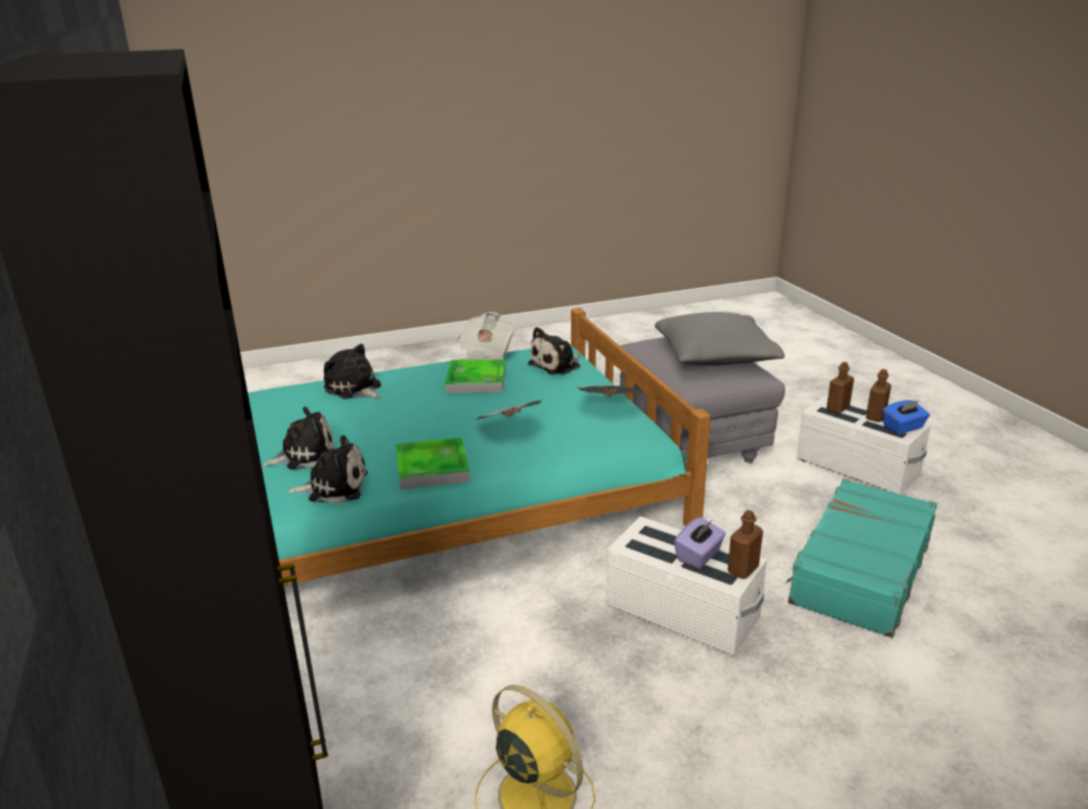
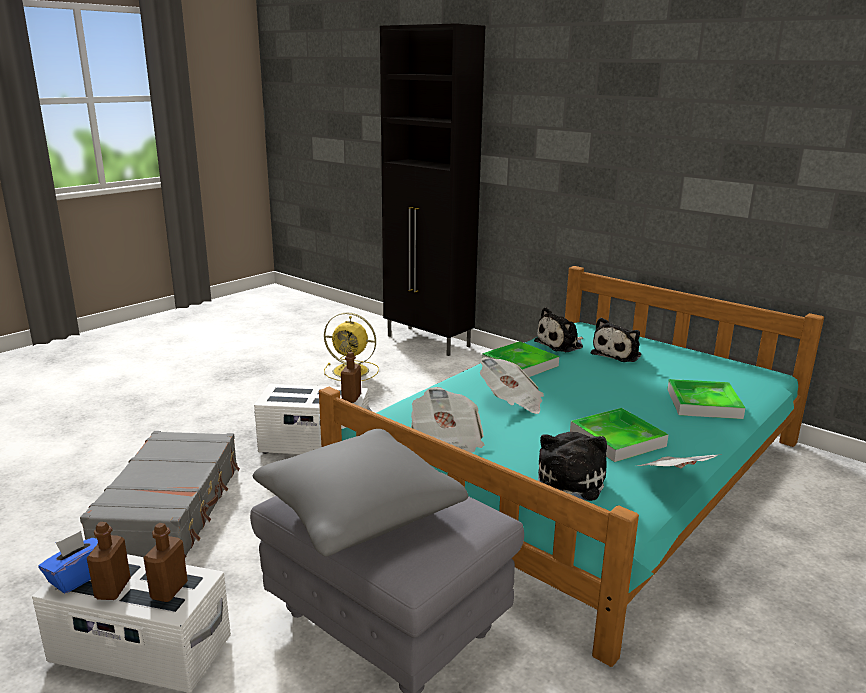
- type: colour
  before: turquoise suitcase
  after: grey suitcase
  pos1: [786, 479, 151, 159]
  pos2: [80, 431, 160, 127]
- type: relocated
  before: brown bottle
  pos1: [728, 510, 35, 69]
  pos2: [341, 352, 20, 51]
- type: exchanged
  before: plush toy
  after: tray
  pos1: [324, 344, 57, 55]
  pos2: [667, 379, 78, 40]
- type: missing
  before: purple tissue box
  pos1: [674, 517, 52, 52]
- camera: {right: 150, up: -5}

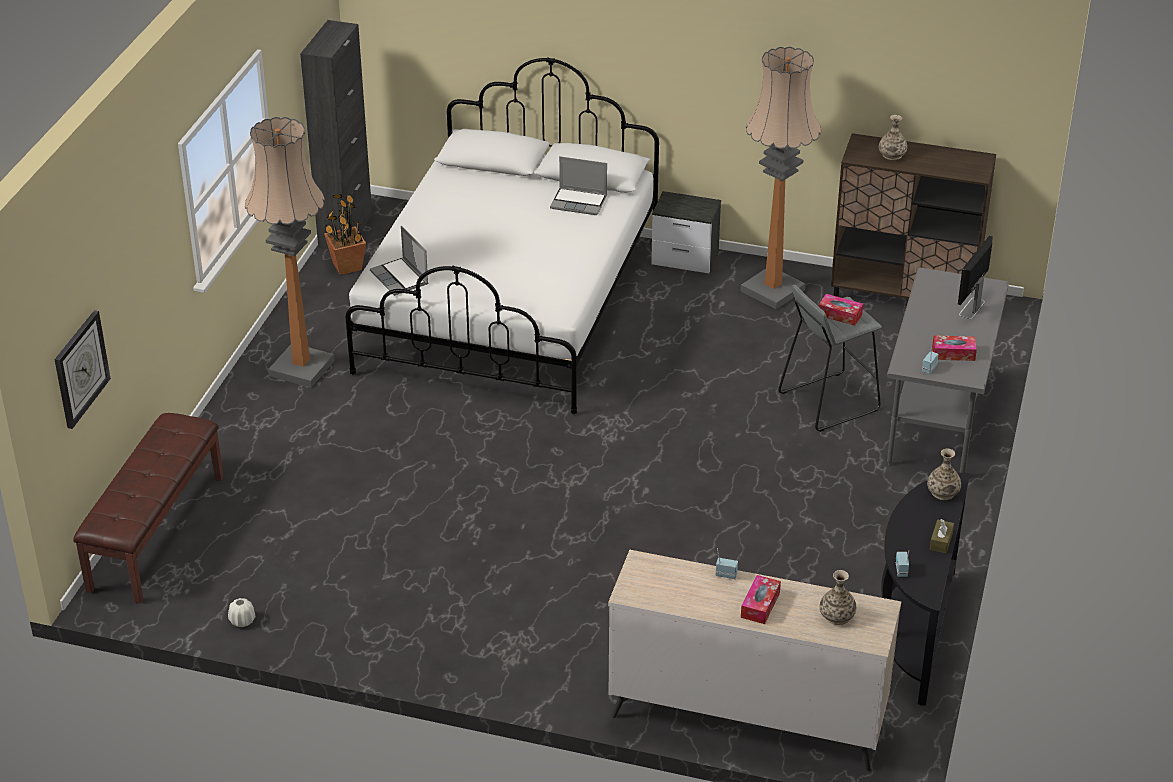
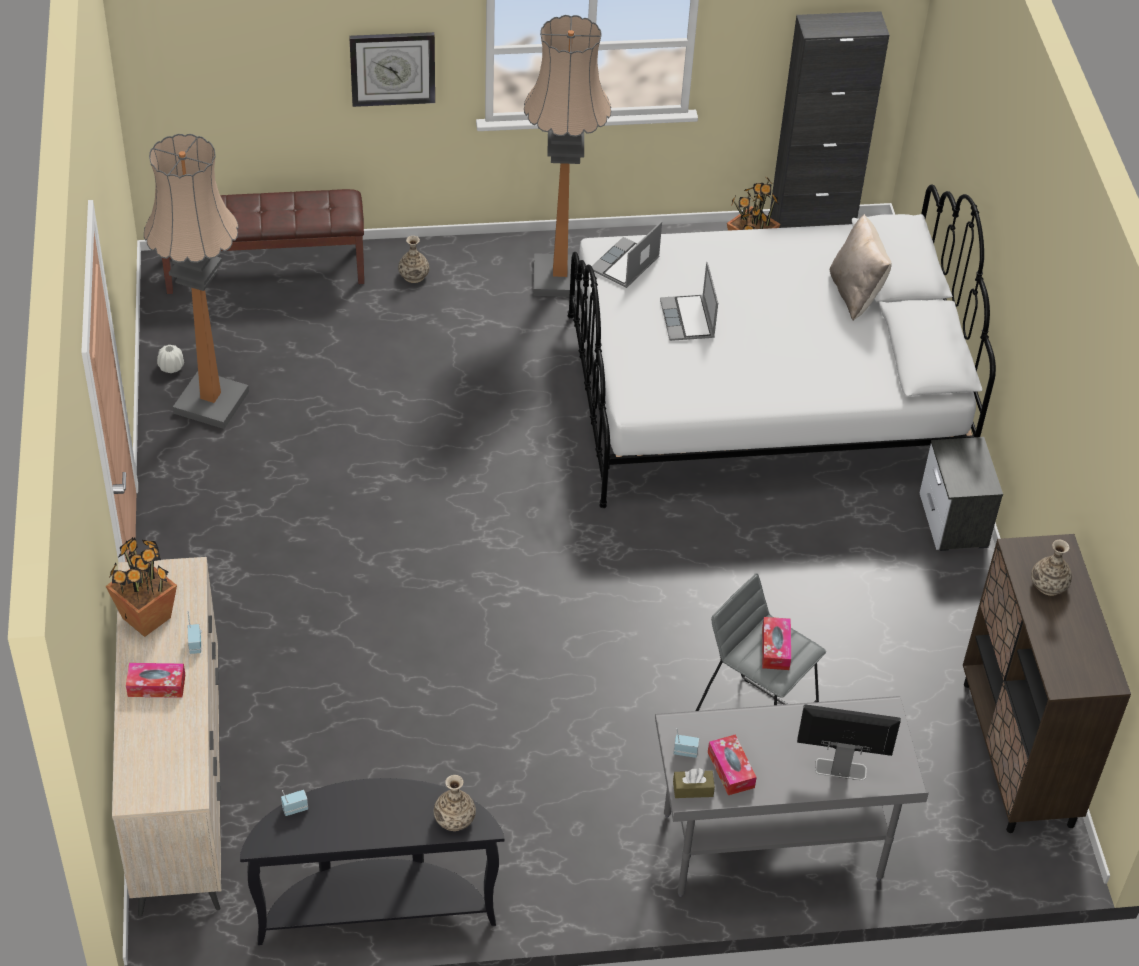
- type: appeared
  after: potted plant
  pos2: [106, 537, 71, 100]
- type: relocated
  before: floor lamp
  pos1: [741, 47, 80, 262]
  pos2: [144, 134, 105, 295]
- type: relocated
  before: wall clock
  pos1: [54, 310, 57, 119]
  pos2: [349, 32, 86, 75]
- type: relocated
  before: vase
  pos1: [820, 570, 36, 55]
  pos2: [398, 236, 31, 47]
- type: relocated
  before: laptop
  pos1: [550, 156, 57, 59]
  pos2: [660, 262, 58, 79]
- type: relocated
  before: brown tissue box
  pos1: [930, 519, 24, 34]
  pos2: [673, 768, 42, 30]
- type: appeared
  after: beige pillow
  pos2: [830, 214, 62, 106]
- camera: {right: 65, up: 10}

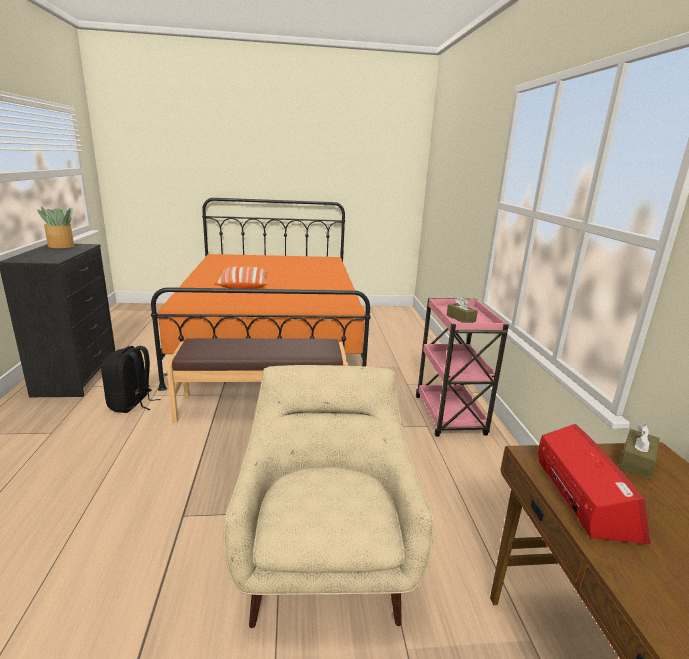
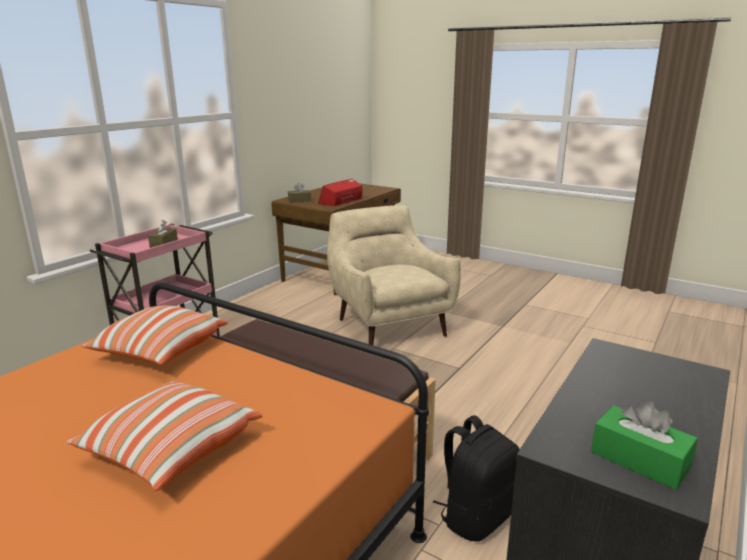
- type: appeared
  after: pillow
  pos2: [81, 306, 147, 59]
- type: spun
  before: beige armchair
  pos1: [223, 365, 211, 263]
  pos2: [327, 205, 134, 140]
  turn: 120
- type: exchanged
  before: potted plant
  after: green tissue box
  pos1: [38, 207, 36, 41]
  pos2: [591, 400, 107, 90]
- camera: {right: -140, up: 0}

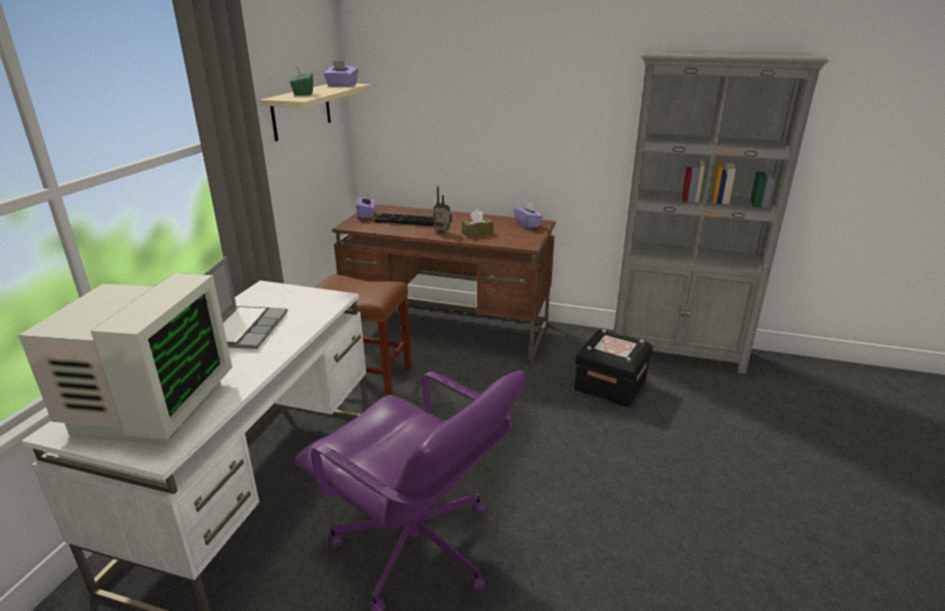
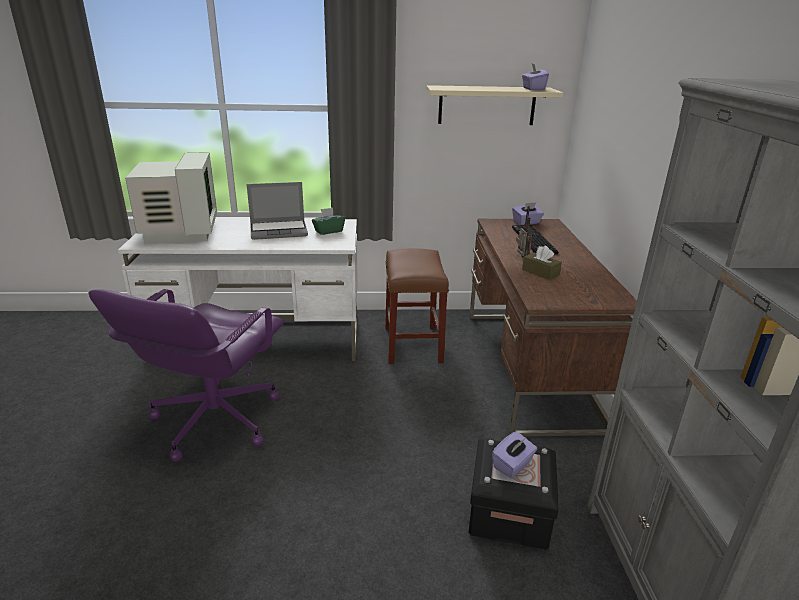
- type: spun
  before: monitor
  pos1: [18, 273, 214, 172]
  pos2: [125, 152, 92, 92]
  turn: -90
- type: relocated
  before: green tissue box
  pos1: [290, 66, 23, 30]
  pos2: [312, 208, 33, 27]
- type: relocated
  before: purple tissue box
  pos1: [514, 201, 29, 28]
  pos2: [492, 432, 45, 46]
- camera: {right: 70, up: 0}

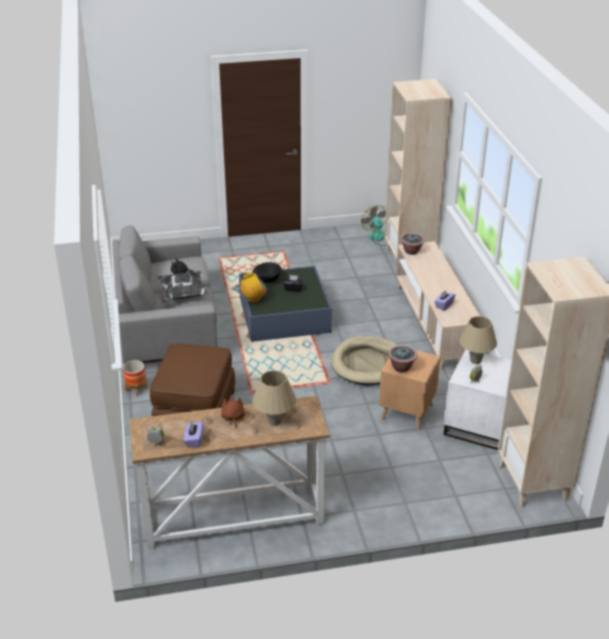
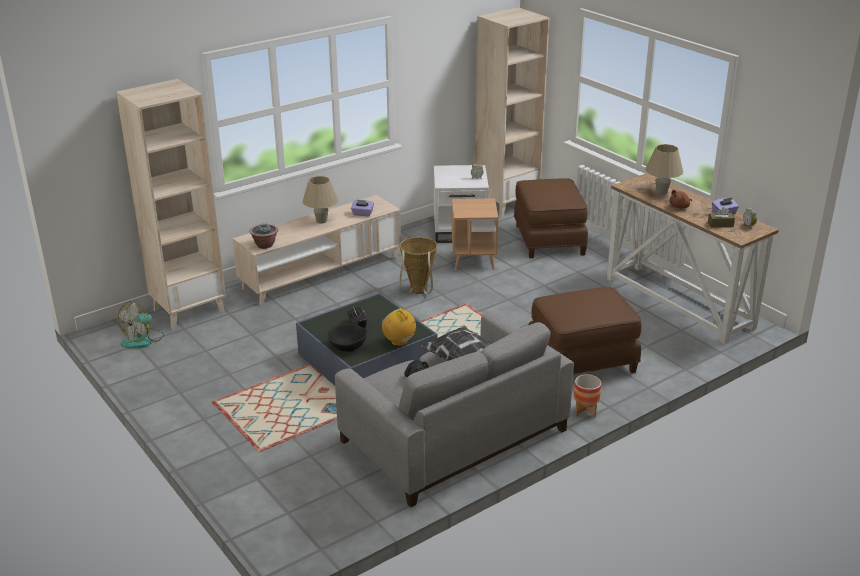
- type: relocated
  before: beige table lamp
  pos1: [459, 316, 38, 48]
  pos2: [303, 176, 35, 47]
- type: exchanged
  before: beige dog bed
  after: basket
  pos1: [331, 336, 66, 49]
  pos2: [400, 237, 37, 57]
- type: appeared
  after: brown ottoman
  pos2: [514, 178, 74, 80]
- type: appeared
  after: brown tissue box
  pos2: [708, 207, 27, 21]
- type: missing
  before: potted plant
  pos1: [388, 346, 29, 26]
- camera: {right: -115, up: -5}

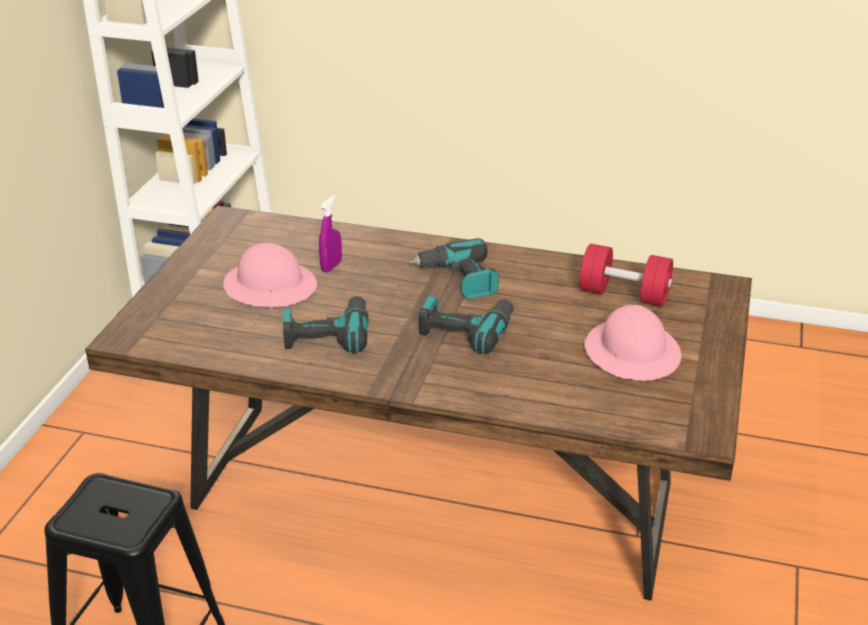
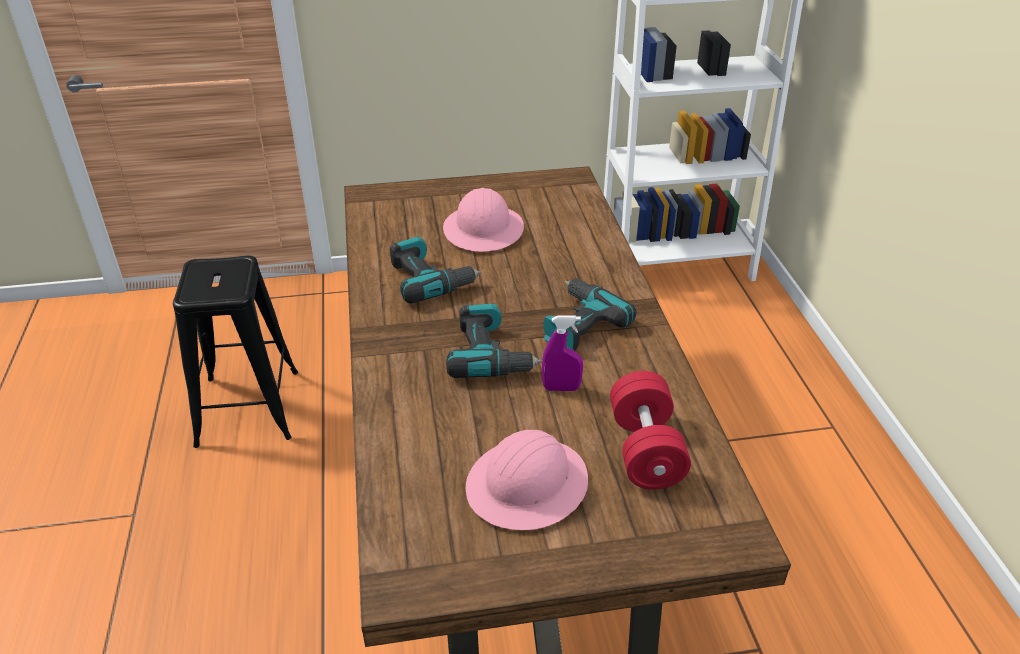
- type: relocated
  before: purple spray bottle
  pos1: [319, 195, 23, 78]
  pos2: [542, 315, 41, 76]
- camera: {right: 65, up: 5}

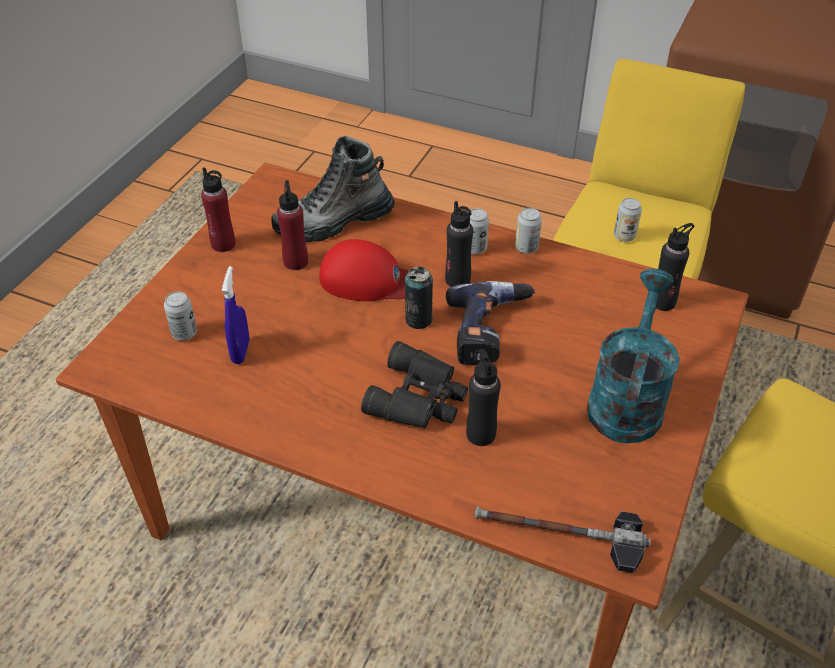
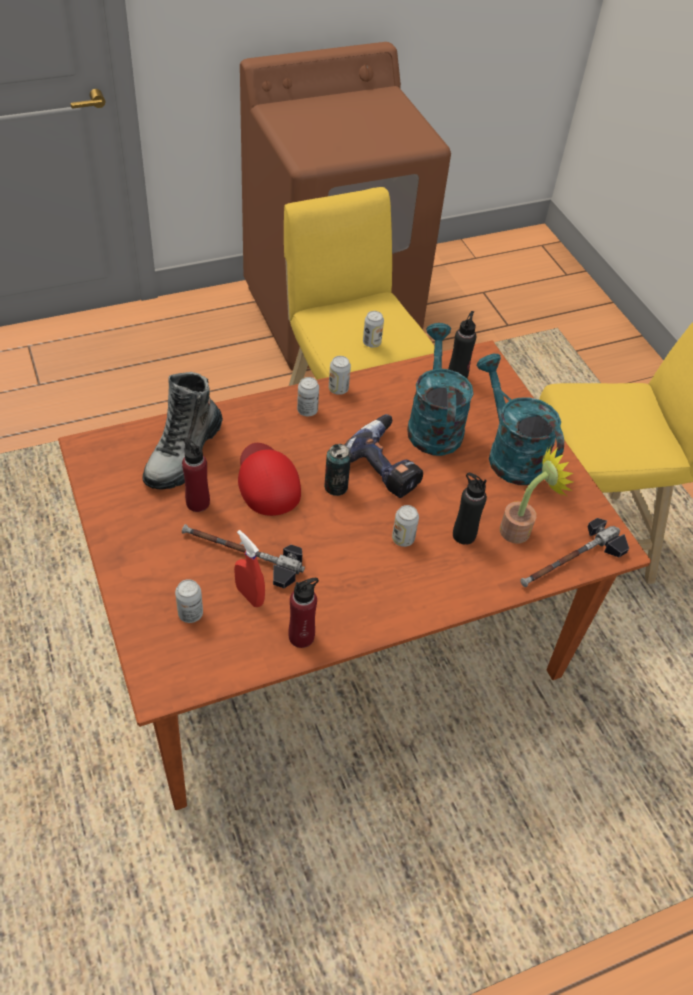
- type: appeared
  after: hammer
  pos2: [182, 524, 123, 64]
- type: colour
  before: blue spray bottle
  after: red spray bottle
  pos1: [222, 266, 28, 98]
  pos2: [234, 530, 31, 77]
- type: spun
  before: red cap
  pos1: [319, 239, 90, 62]
  pos2: [238, 443, 63, 73]
  turn: -75
- type: relocated
  before: red bottle
  pos1: [201, 167, 35, 85]
  pos2: [288, 578, 31, 70]
- type: exchanged
  before: black binoculars
  after: can
  pos1: [361, 341, 107, 87]
  pos2: [392, 505, 27, 42]
- type: appeared
  after: turquoise watering can
  pos2: [407, 323, 67, 133]
- type: appeared
  after: potted plant
  pos2: [500, 444, 73, 100]
- type: missing
  before: black bottle
  pos1: [445, 201, 28, 86]
- camera: {right: -50, up: 5}

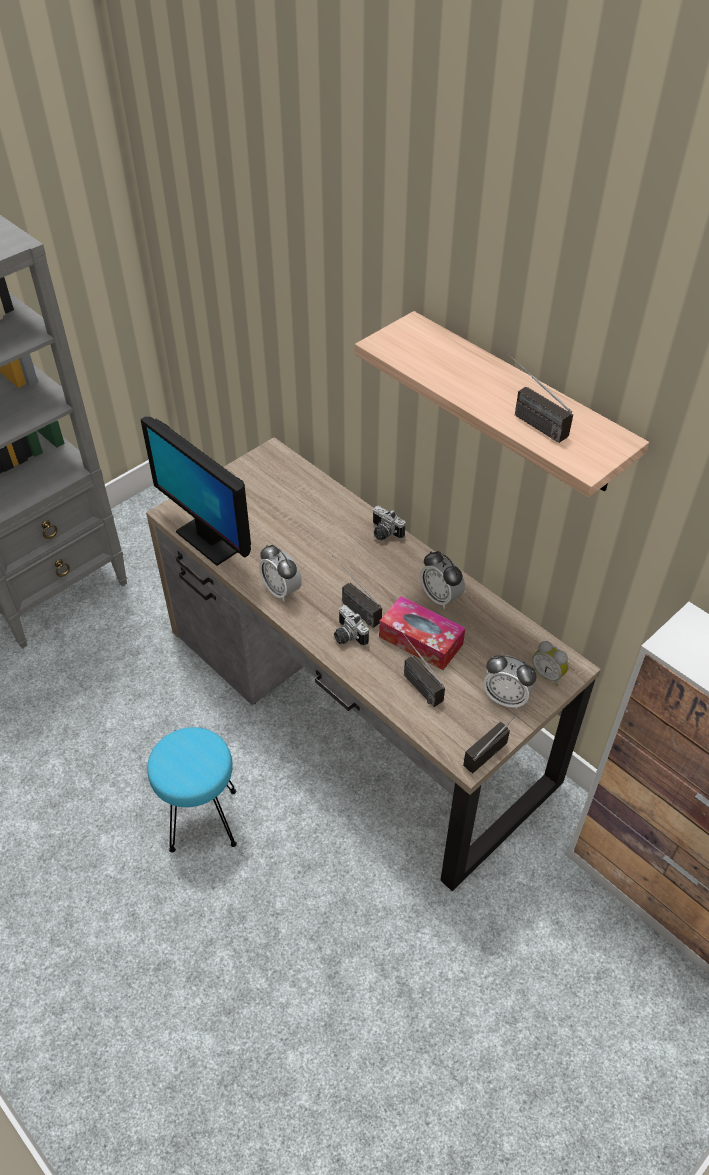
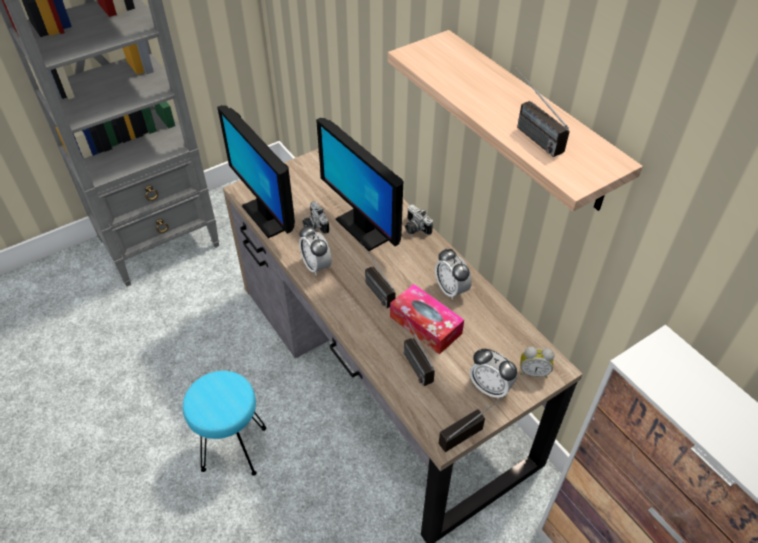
- type: relocated
  before: photo camera
  pos1: [334, 605, 35, 41]
  pos2: [302, 201, 27, 33]
- type: appeared
  after: monitor
  pos2: [316, 118, 87, 133]
- type: spun
  before: alarm clock
  pos1: [532, 641, 37, 45]
  pos2: [520, 346, 34, 32]
  turn: -45
- camera: {right: 10, up: 0}

